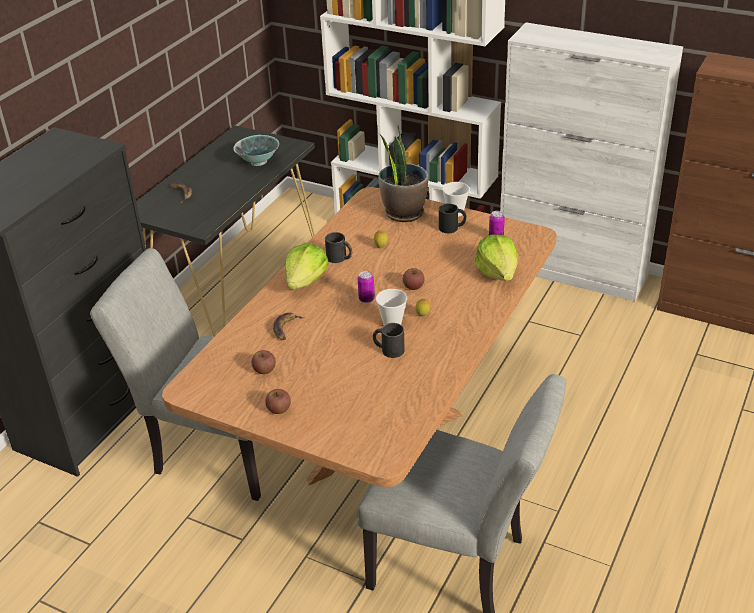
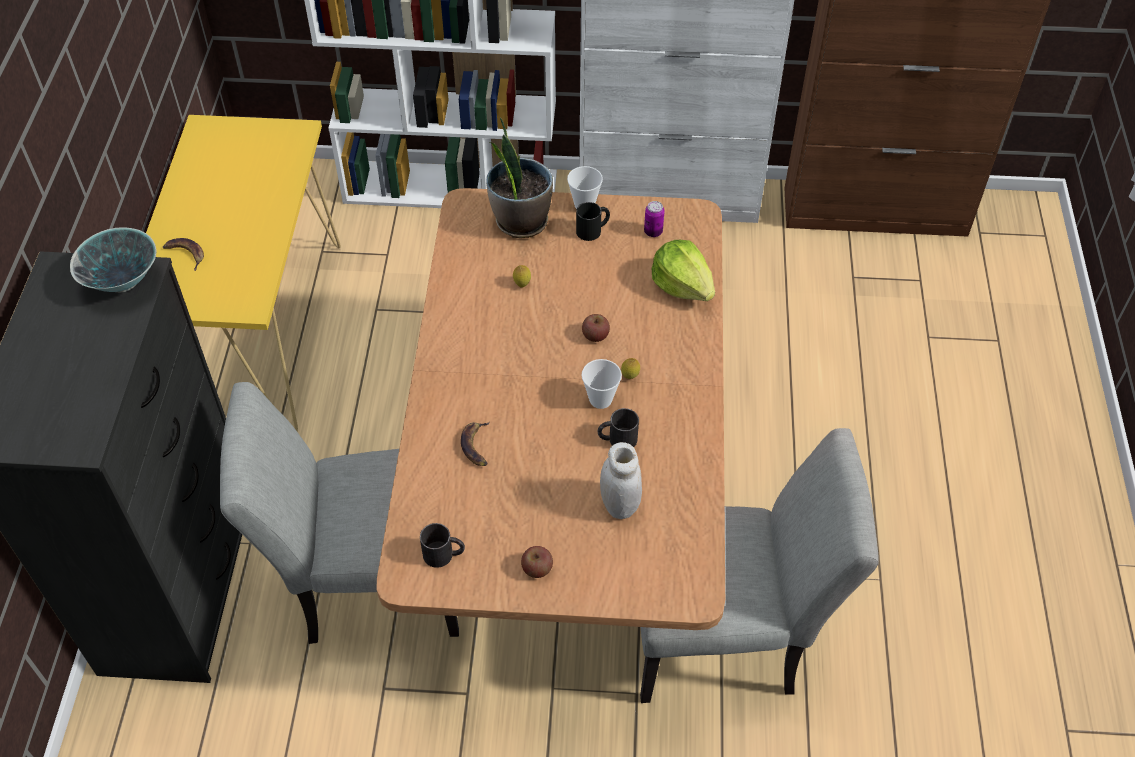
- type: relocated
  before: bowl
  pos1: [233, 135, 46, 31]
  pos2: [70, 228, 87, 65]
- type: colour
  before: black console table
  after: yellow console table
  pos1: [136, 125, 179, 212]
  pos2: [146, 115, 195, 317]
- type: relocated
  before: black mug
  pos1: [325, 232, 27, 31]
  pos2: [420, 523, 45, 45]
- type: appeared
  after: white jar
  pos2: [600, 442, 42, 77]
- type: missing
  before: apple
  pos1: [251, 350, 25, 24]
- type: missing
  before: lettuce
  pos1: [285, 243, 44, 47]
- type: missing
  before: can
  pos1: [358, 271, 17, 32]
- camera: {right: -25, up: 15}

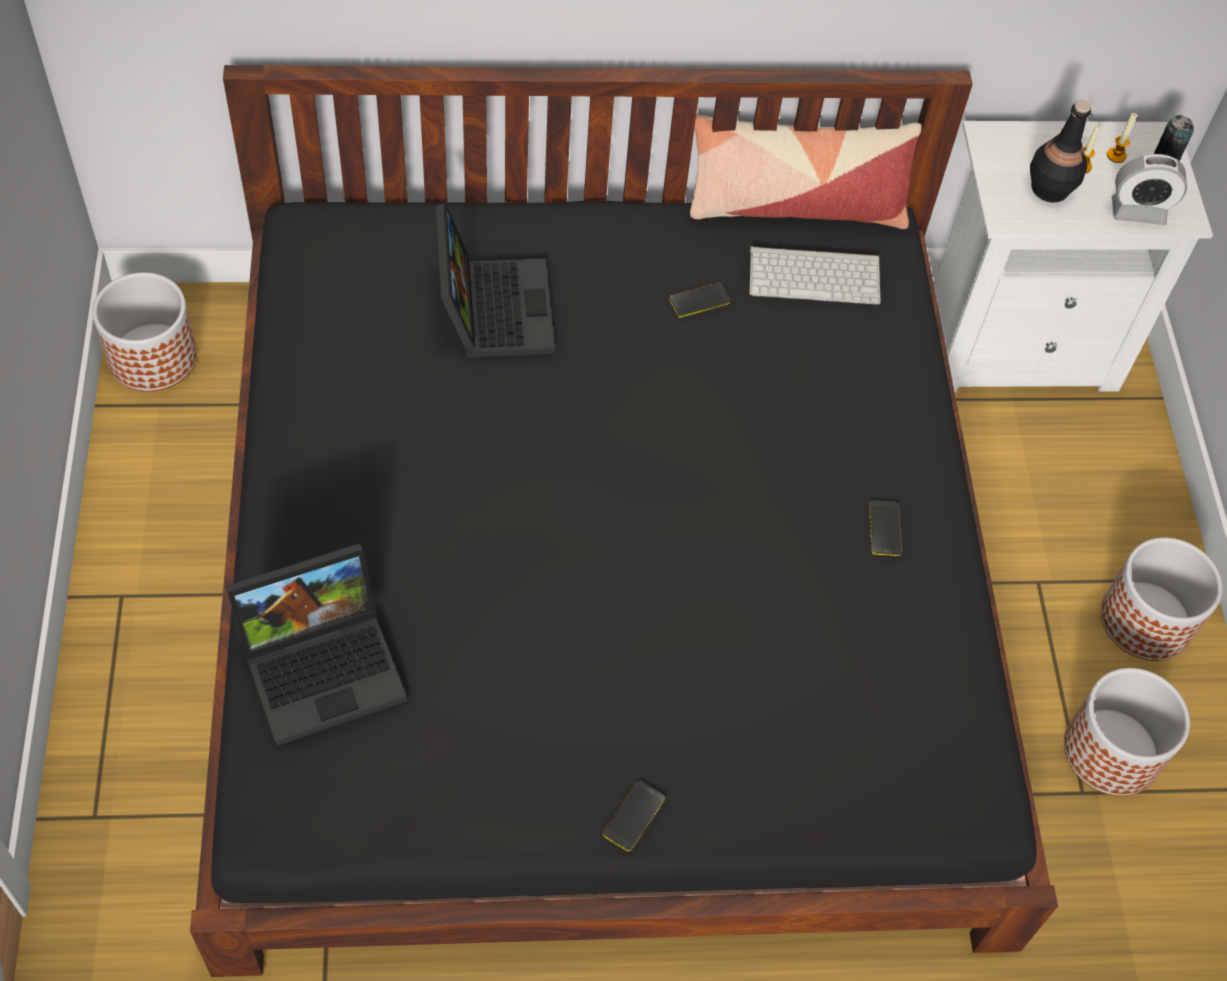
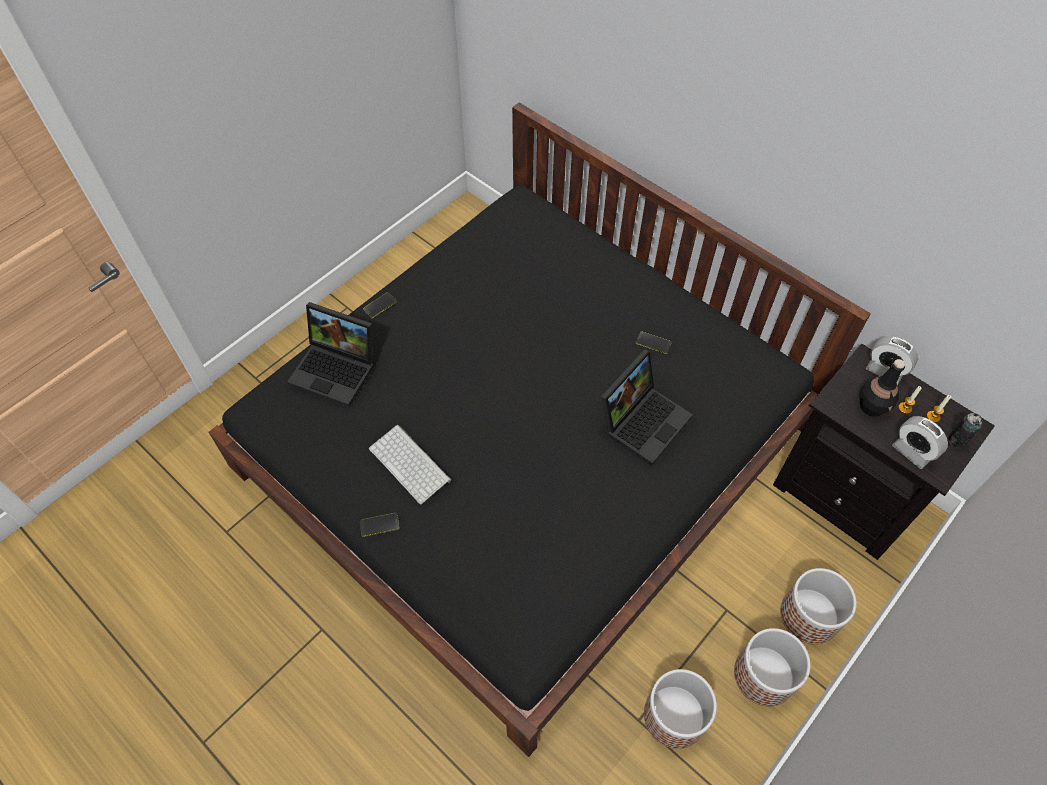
- type: relocated
  before: phone
  pos1: [869, 500, 33, 56]
  pos2: [363, 292, 34, 26]
- type: relocated
  before: keyboard
  pos1: [749, 246, 132, 59]
  pos2: [369, 425, 82, 79]
- type: relocated
  before: laptop
  pos1: [436, 203, 119, 155]
  pos2: [601, 349, 92, 116]
- type: colour
  before: white nightstand
  after: black nightstand
  pos1: [934, 121, 279, 272]
  pos2: [773, 344, 222, 216]
- type: relocated
  before: planter
  pos1: [92, 272, 105, 120]
  pos2: [781, 568, 76, 76]
- type: appeared
  after: alarm clock
  pos2: [866, 336, 52, 49]
- type: missing
  before: pillow
  pos1: [690, 115, 232, 114]
- camera: {right: 50, up: 0}

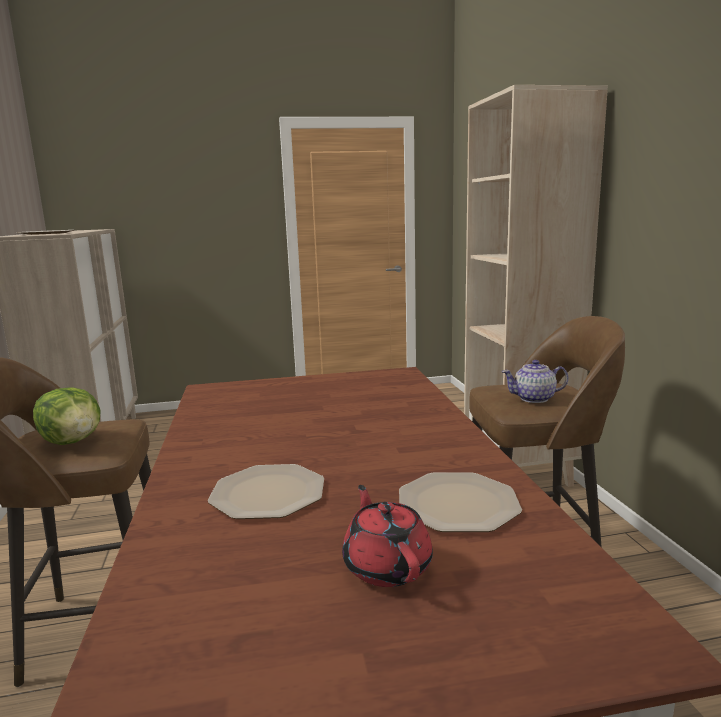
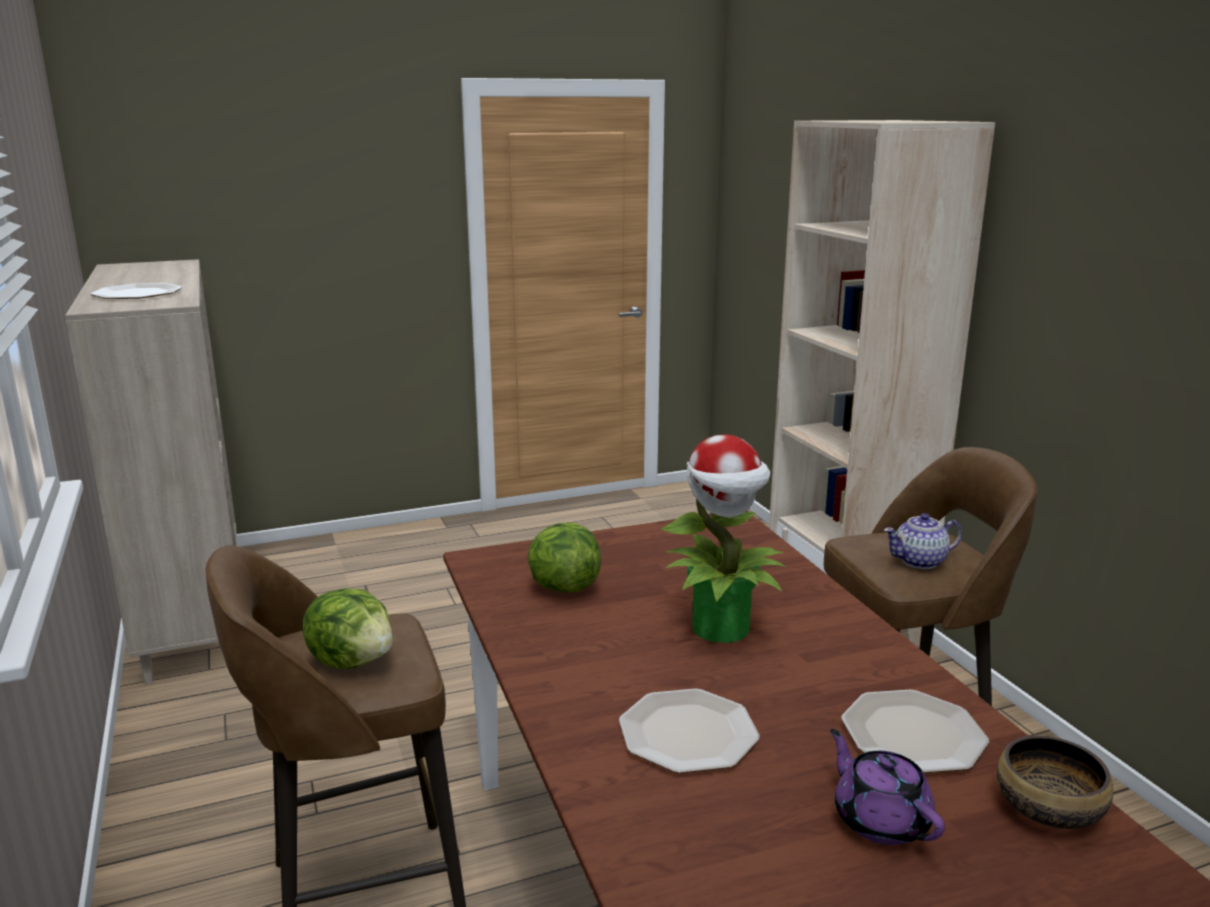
- type: appeared
  after: lettuce
  pos2: [528, 522, 73, 70]
- type: appeared
  after: potted plant
  pos2: [661, 434, 125, 209]
- type: colour
  before: red teapot
  after: purple teapot
  pos1: [342, 485, 91, 102]
  pos2: [830, 729, 115, 116]
- type: appeared
  after: bowl
  pos2: [997, 735, 116, 94]
- camera: {right: -10, up: 5}

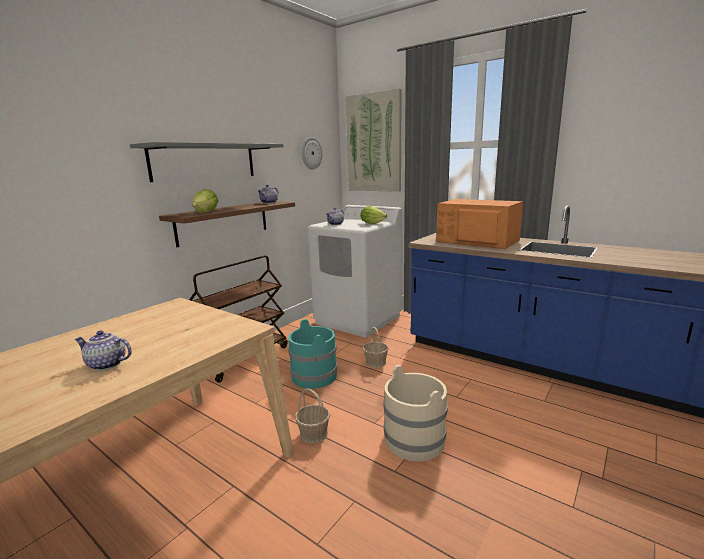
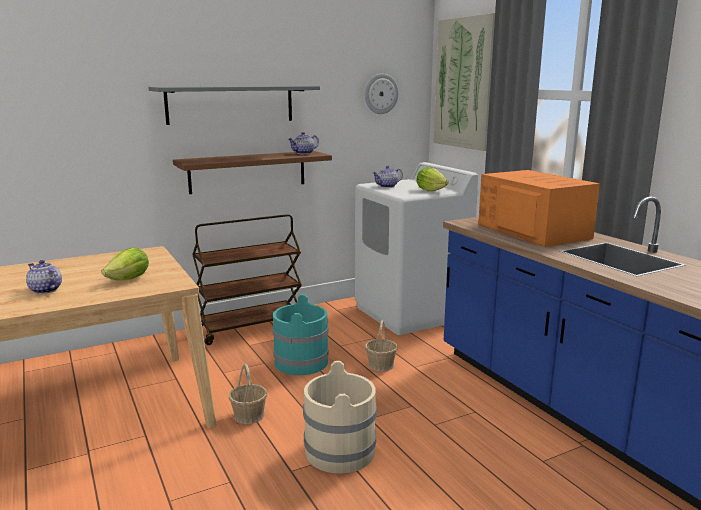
- type: relocated
  before: lettuce
  pos1: [192, 189, 26, 24]
  pos2: [102, 247, 47, 34]
- camera: {right: 25, up: 0}

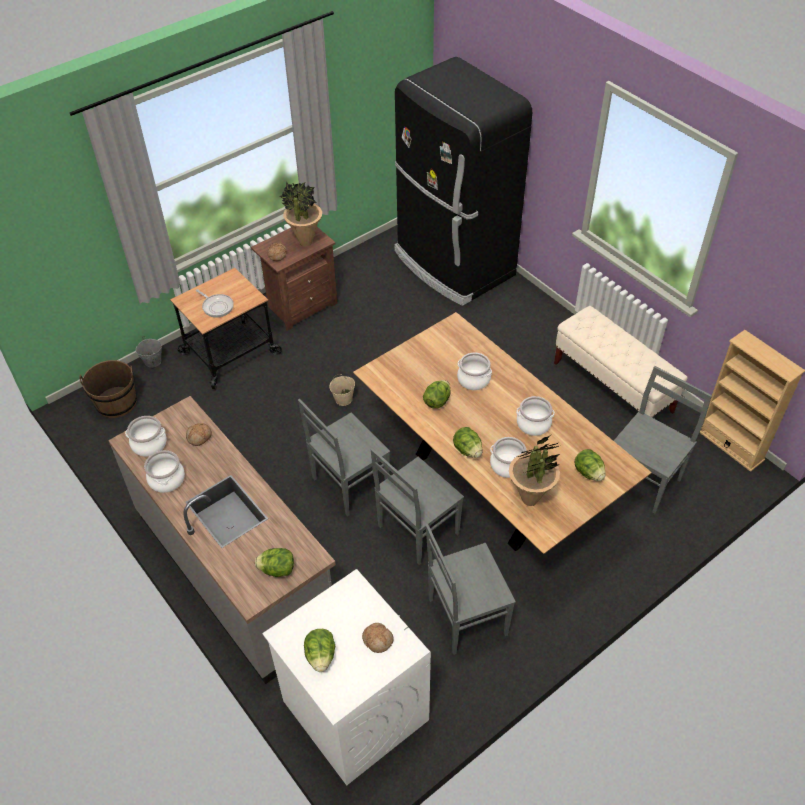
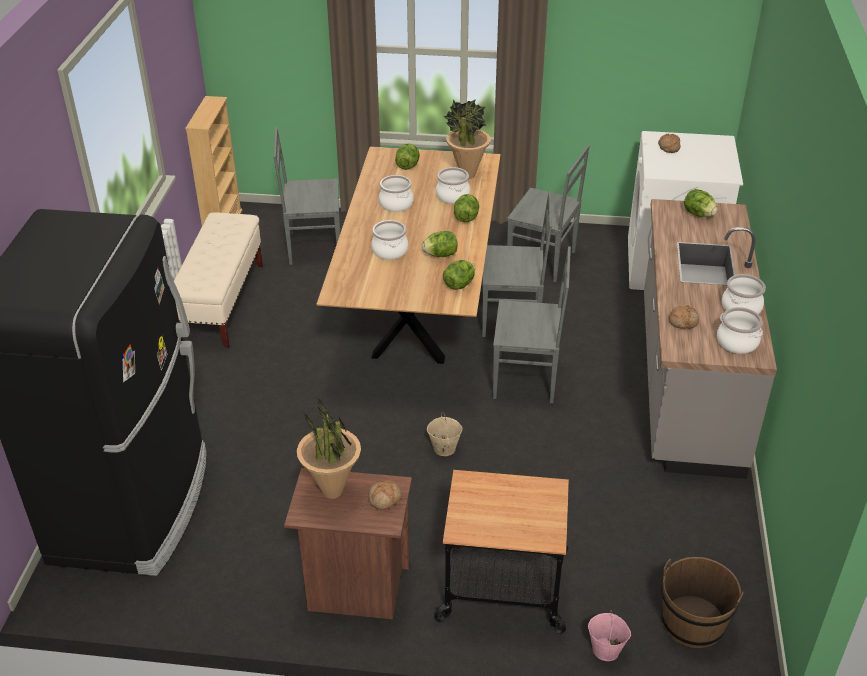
- type: relocated
  before: lettuce
  pos1: [304, 629, 31, 43]
  pos2: [443, 260, 32, 30]
- type: colour
  before: grey bucket
  after: pink bucket
  pos1: [136, 336, 26, 31]
  pos2: [588, 610, 43, 51]
- type: missing
  before: frying pan
  pos1: [196, 289, 38, 29]
- camera: {right: -135, up: -10}

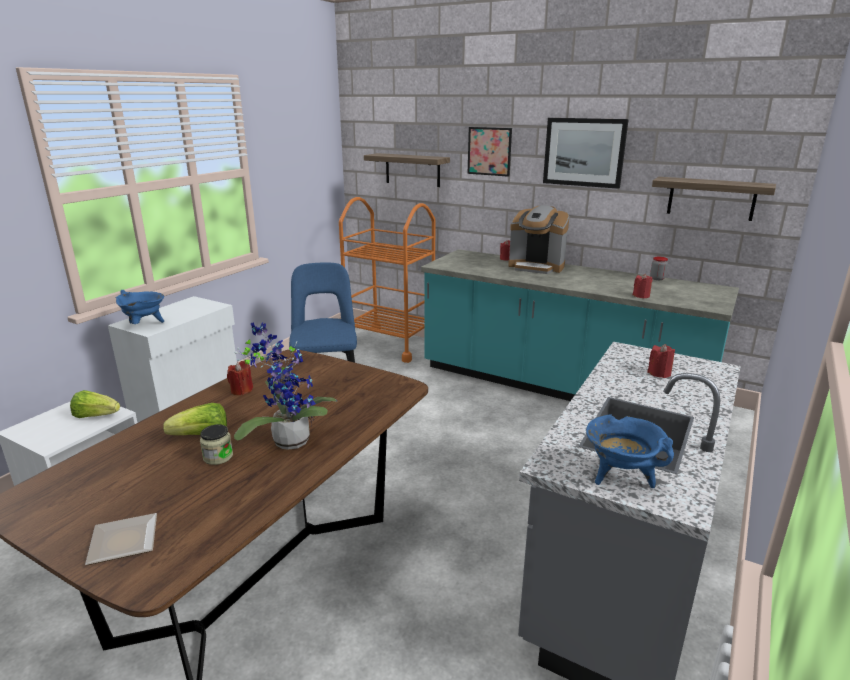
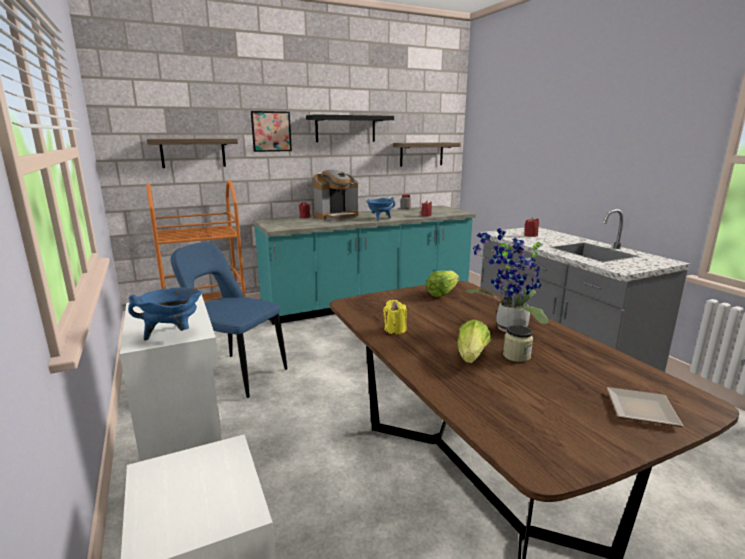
- type: exchanged
  before: picture
  after: black shelf
  pos1: [543, 118, 86, 71]
  pos2: [306, 114, 88, 28]
- type: relocated
  before: blue cooking pot
  pos1: [586, 414, 88, 74]
  pos2: [366, 197, 29, 24]
- type: colour
  before: red candle
  after: yellow candle
  pos1: [227, 361, 26, 34]
  pos2: [383, 300, 24, 35]
- type: relocated
  before: lettuce
  pos1: [70, 390, 50, 28]
  pos2: [426, 270, 33, 27]
- camera: {right: -55, up: -5}

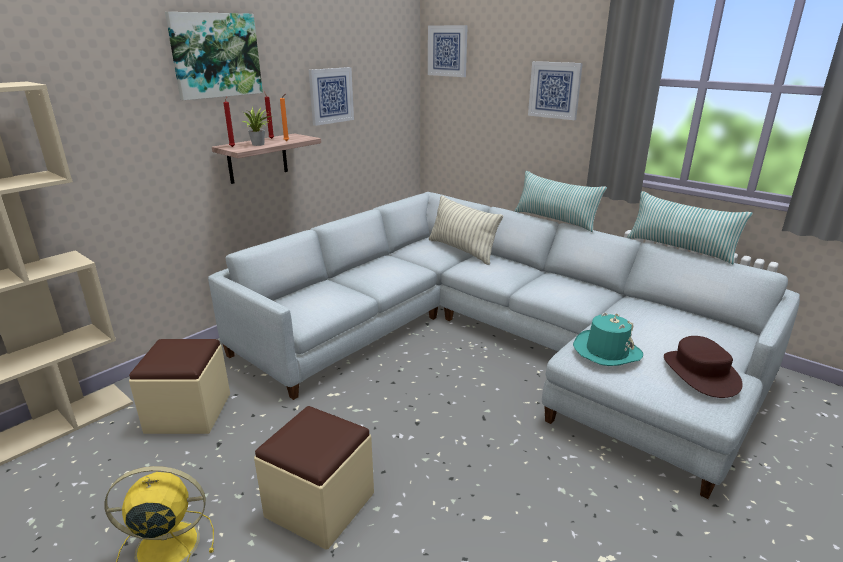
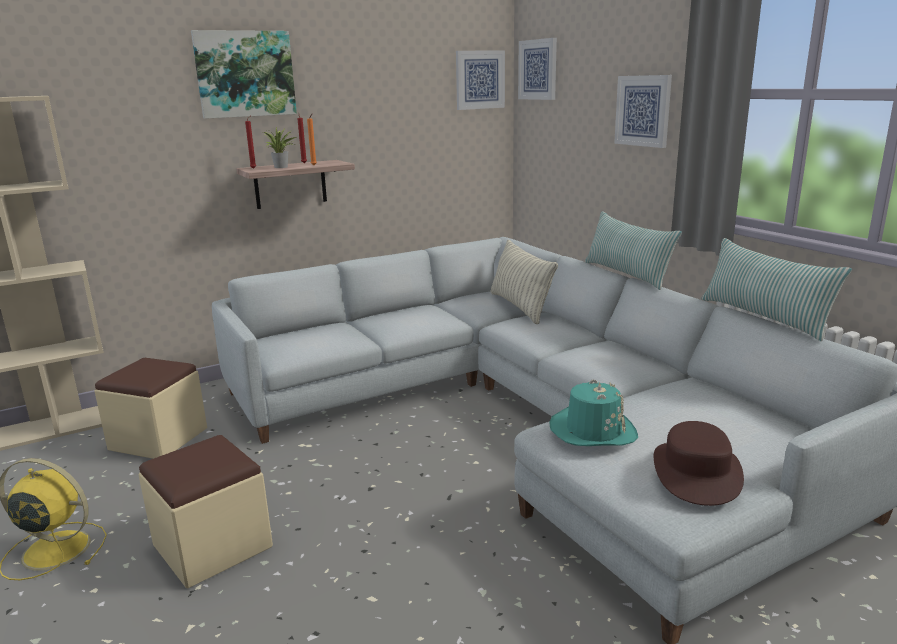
- type: relocated
  before: picture
  pos1: [309, 67, 45, 59]
  pos2: [456, 50, 49, 60]
- camera: {right: 20, up: -5}

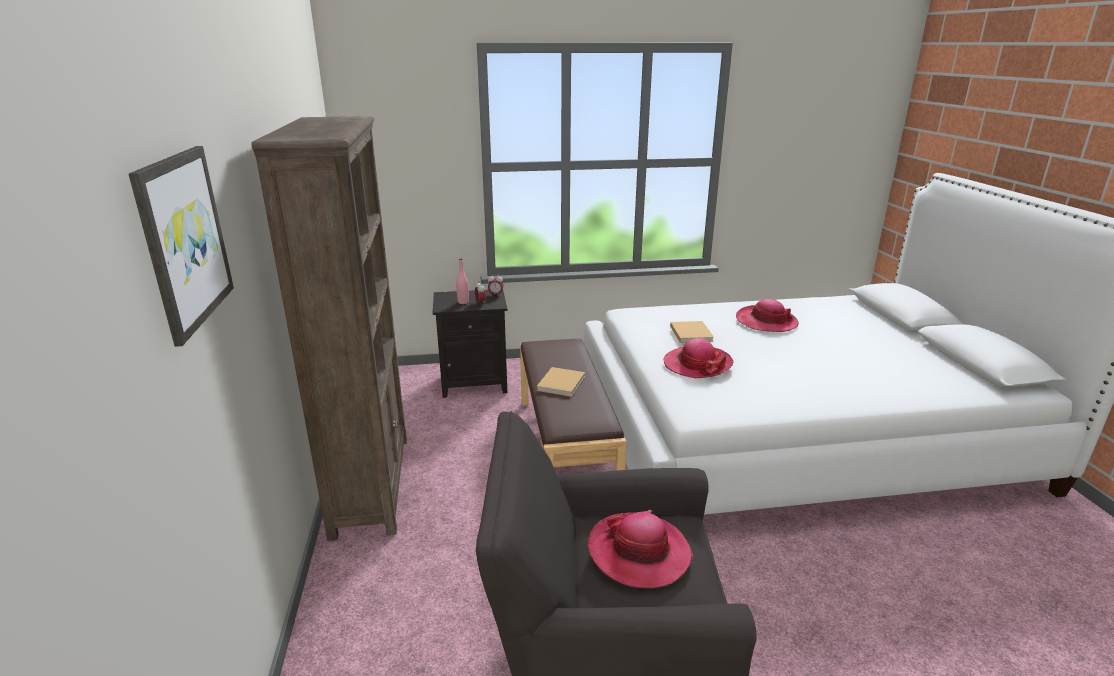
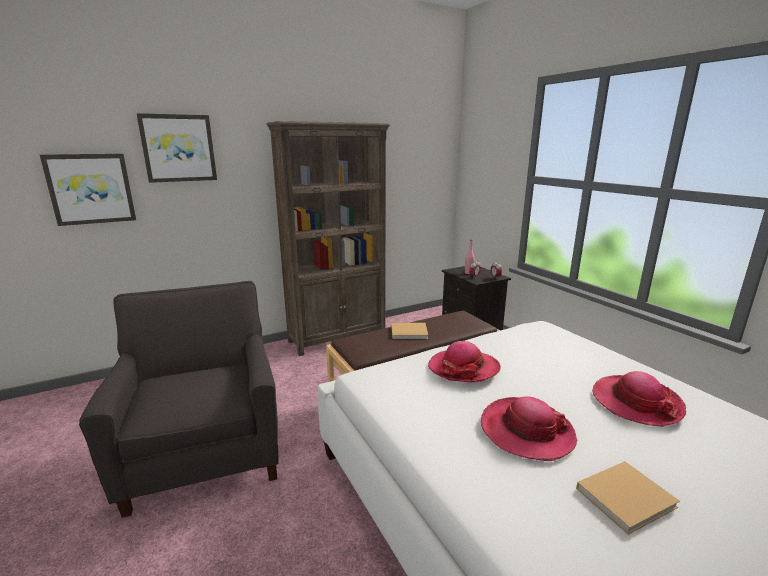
- type: appeared
  after: picture
  pos2: [40, 154, 96, 72]
- type: relocated
  before: hat
  pos1: [588, 510, 105, 78]
  pos2: [481, 396, 97, 65]
- type: relocated
  before: beige book
  pos1: [670, 321, 44, 22]
  pos2: [576, 461, 104, 74]
- camera: {right: 70, up: -5}

